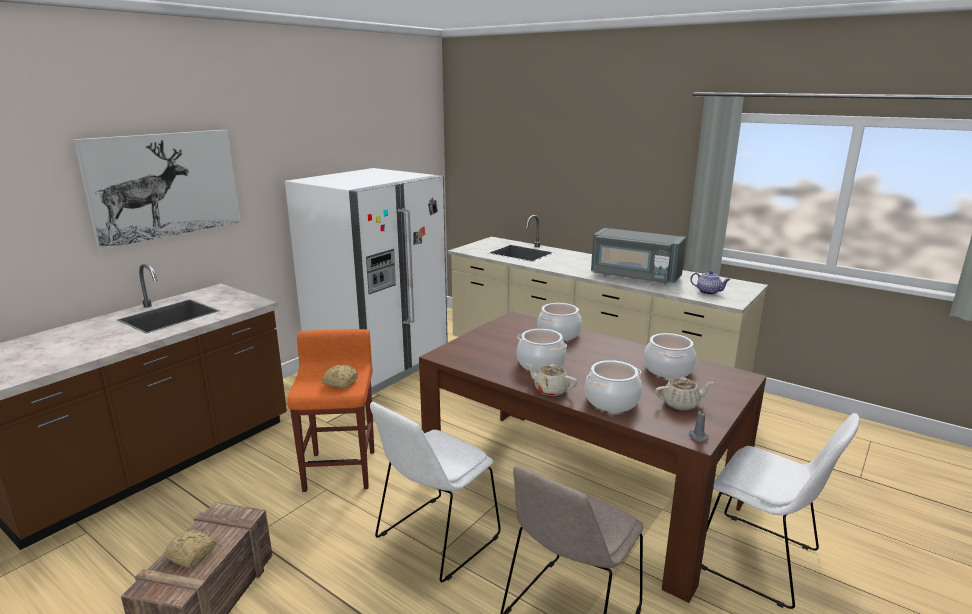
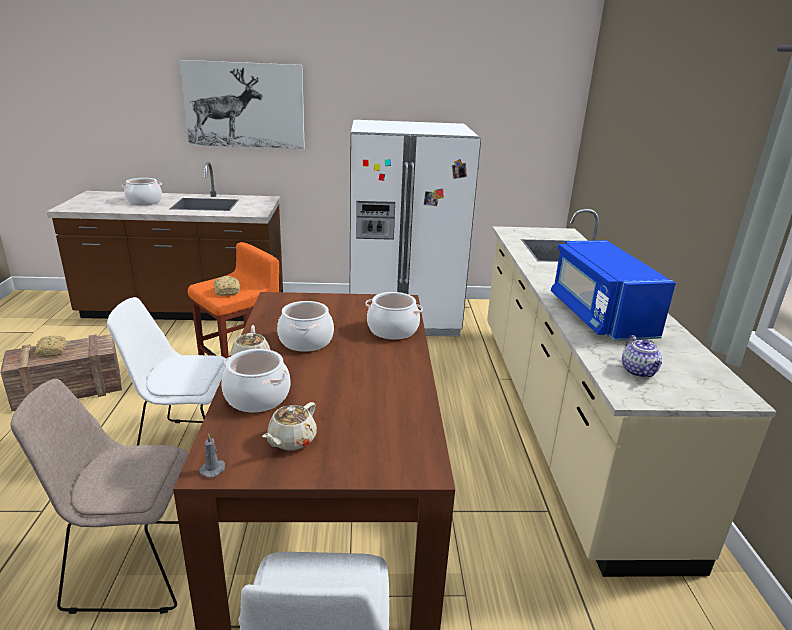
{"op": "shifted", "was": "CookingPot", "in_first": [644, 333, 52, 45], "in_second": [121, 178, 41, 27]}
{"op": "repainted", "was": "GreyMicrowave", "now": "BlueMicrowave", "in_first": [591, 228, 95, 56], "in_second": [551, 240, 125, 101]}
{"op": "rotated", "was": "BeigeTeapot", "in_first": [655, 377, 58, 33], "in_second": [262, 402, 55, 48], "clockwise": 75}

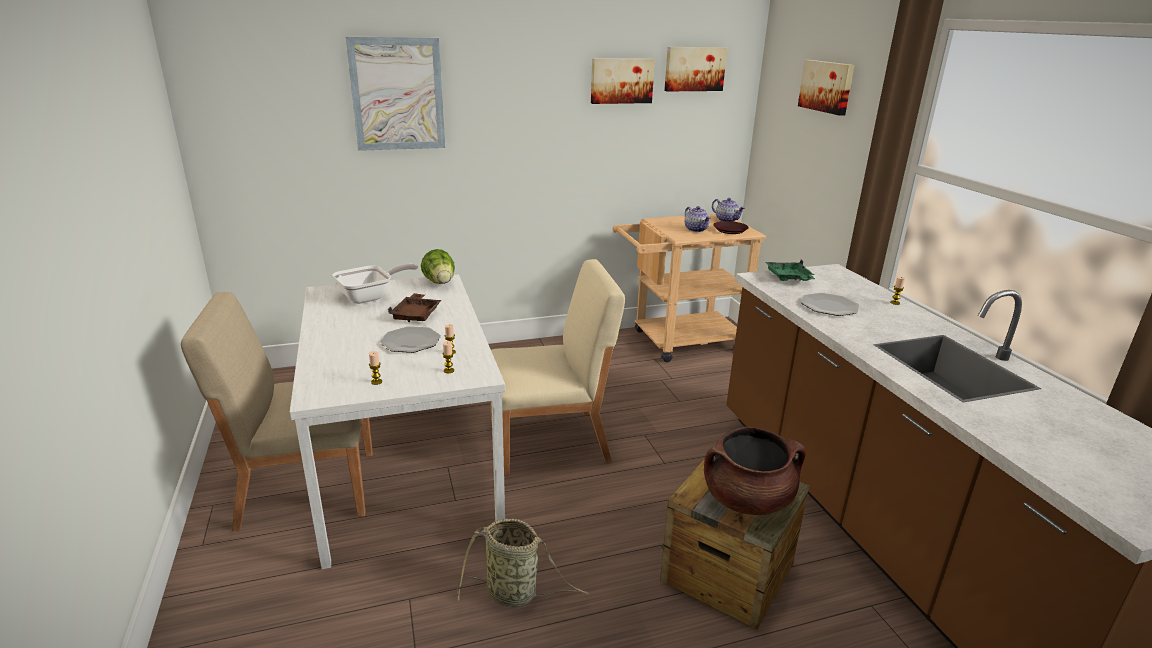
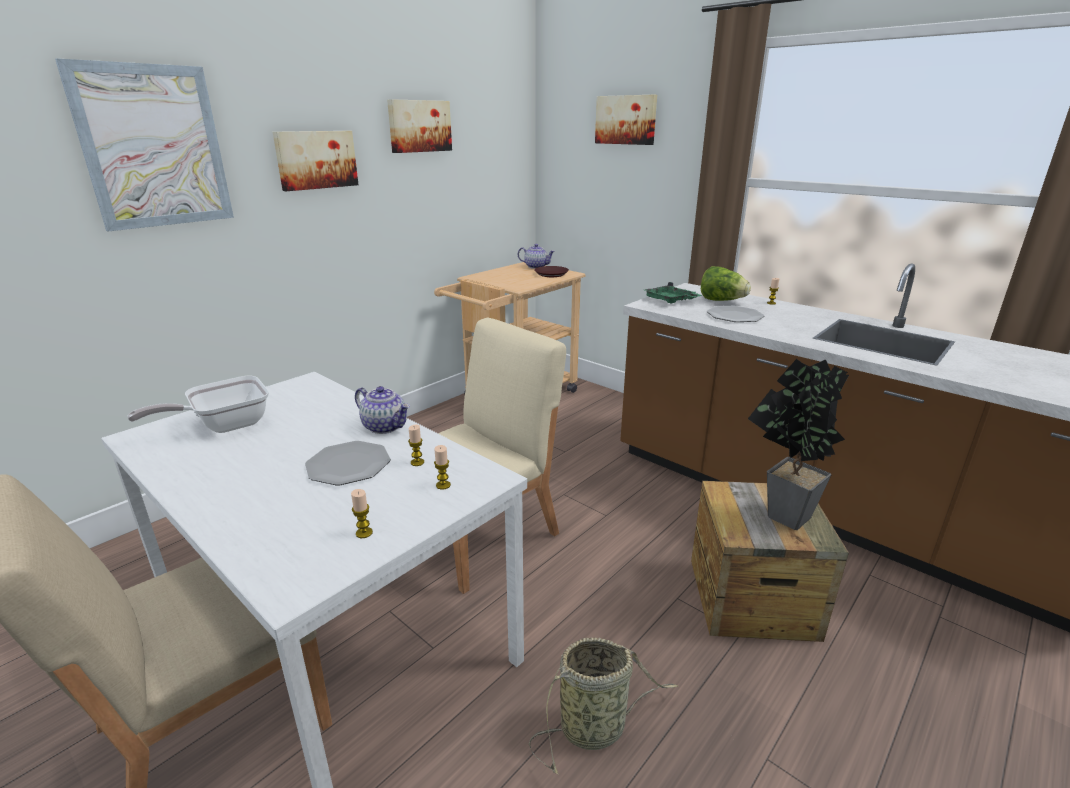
{"op": "gone", "was": "BrownTray", "in_first": [388, 293, 54, 29]}
{"op": "shifted", "was": "Lettuce", "in_first": [421, 249, 34, 35], "in_second": [701, 266, 50, 35]}
{"op": "shifted", "was": "Picture", "in_first": [664, 47, 63, 44], "in_second": [273, 131, 85, 60]}
{"op": "shifted", "was": "Teapot", "in_first": [685, 206, 26, 26], "in_second": [355, 386, 55, 48]}
{"op": "swapped", "was": "BrownCookingPot", "now": "PottedPlant", "in_first": [704, 427, 101, 88], "in_second": [748, 359, 101, 171]}
{"op": "rotated", "was": "FryingPan", "in_first": [333, 264, 85, 40], "in_second": [128, 376, 141, 57], "clockwise": -150}

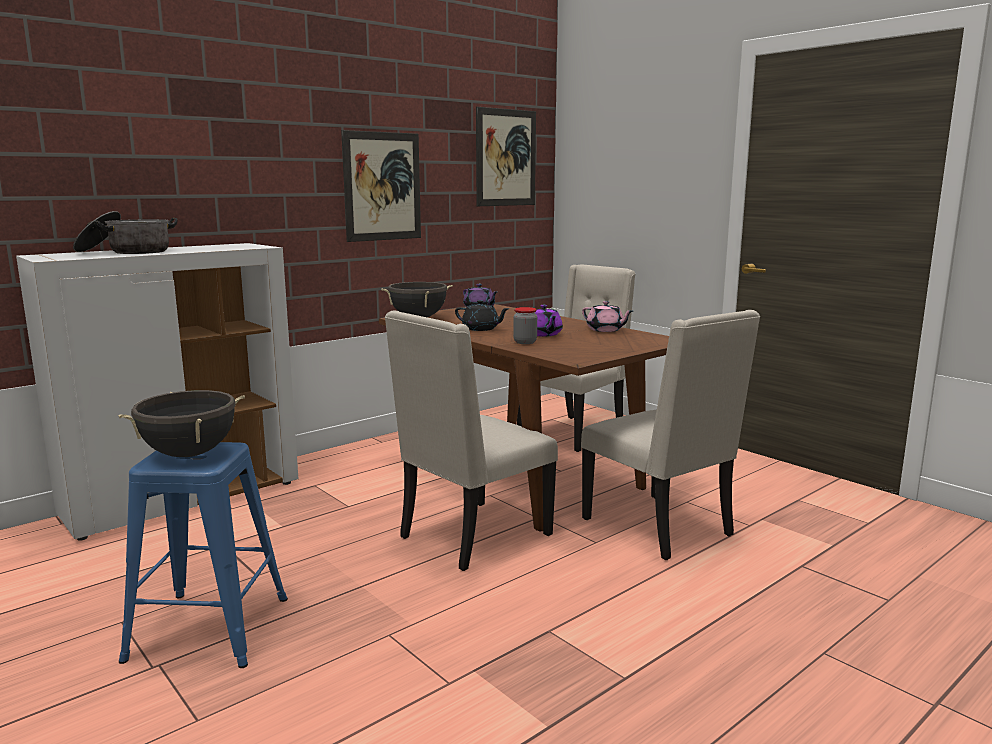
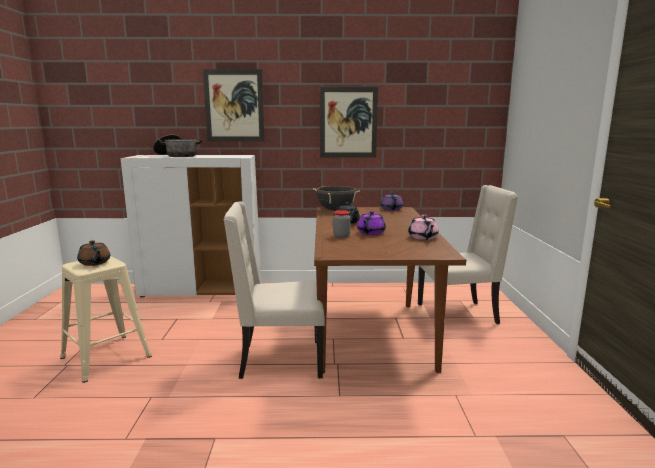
{"op": "gone", "was": "BeigeChair", "in_first": [581, 310, 179, 250]}
{"op": "shifted", "was": "Picture", "in_first": [476, 107, 60, 99], "in_second": [203, 69, 62, 73]}
{"op": "swapped", "was": "BlackCookingPot", "now": "BrownTeapot", "in_first": [118, 390, 127, 67], "in_second": [77, 240, 33, 26]}
{"op": "repainted", "was": "BlueStool", "now": "BeigeStool", "in_first": [119, 442, 169, 226], "in_second": [60, 256, 92, 127]}

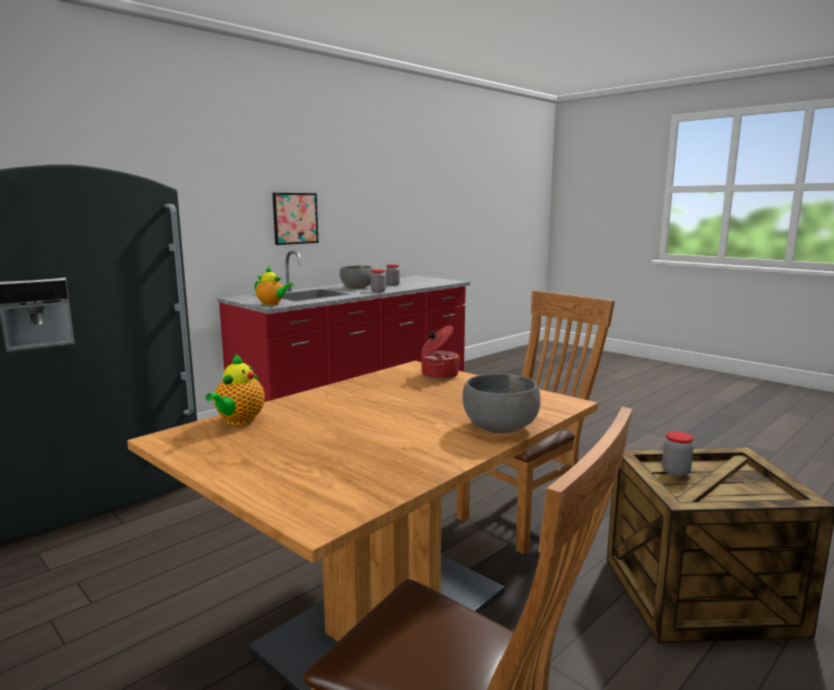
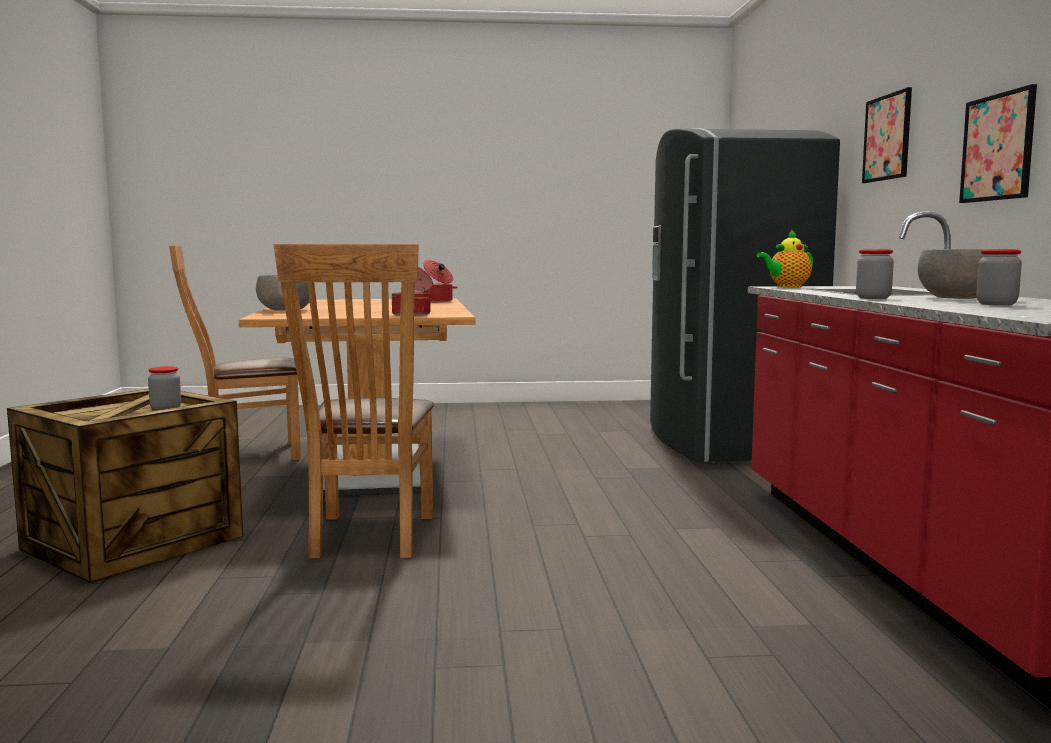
{"op": "new", "now": "Picture", "in_second": [862, 87, 50, 96]}
{"op": "swapped", "was": "Teapot", "now": "CookingPot", "in_first": [205, 353, 60, 72], "in_second": [423, 260, 35, 42]}

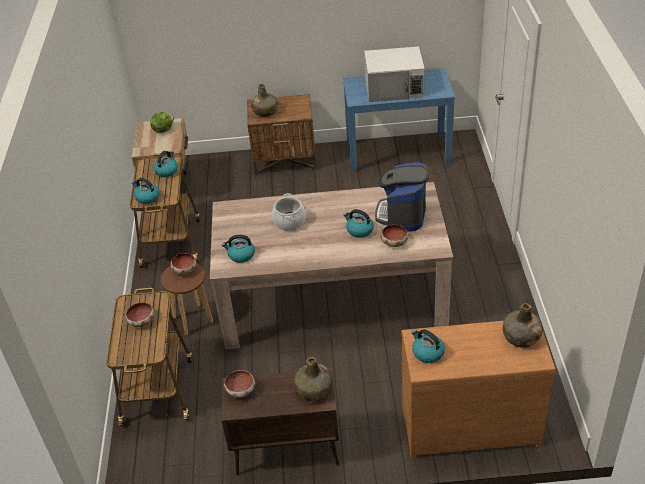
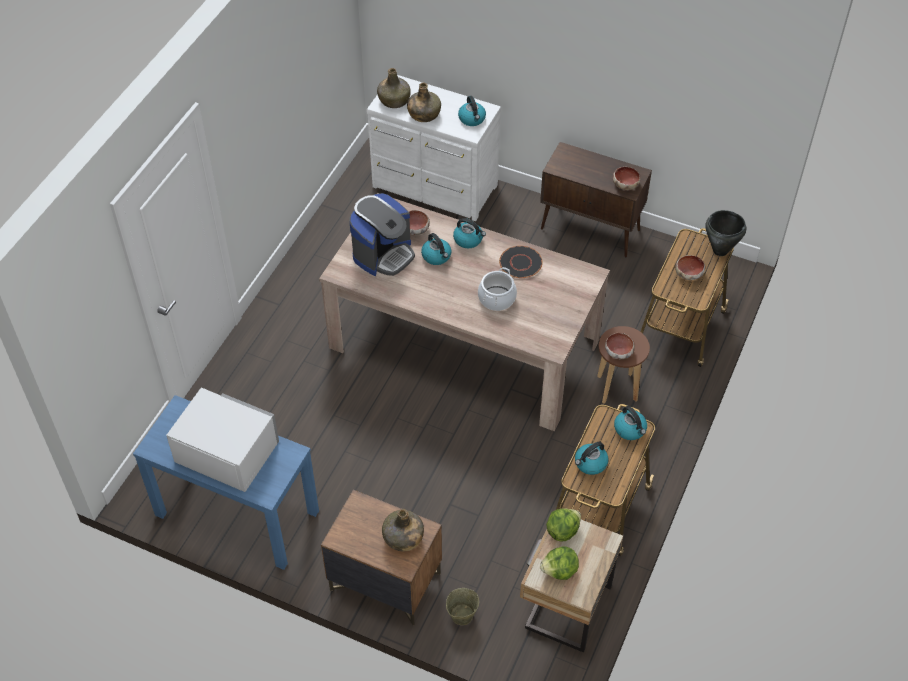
{"op": "new", "now": "BeigeBucket", "in_second": [446, 588, 33, 37]}
{"op": "new", "now": "BlackPlate", "in_second": [499, 246, 44, 32]}
{"op": "new", "now": "Lettuce", "in_second": [546, 509, 35, 32]}
{"op": "new", "now": "BlackCookingPot", "in_second": [705, 210, 41, 46]}
{"op": "shifted", "was": "Kettle", "in_first": [222, 235, 33, 28], "in_second": [453, 218, 33, 30]}
{"op": "shifted", "was": "GreenBottle", "in_first": [294, 357, 39, 44], "in_second": [407, 83, 34, 39]}
{"op": "repainted", "was": "BrownDresser", "now": "WhiteDresser", "in_first": [402, 321, 154, 138], "in_second": [367, 75, 134, 146]}

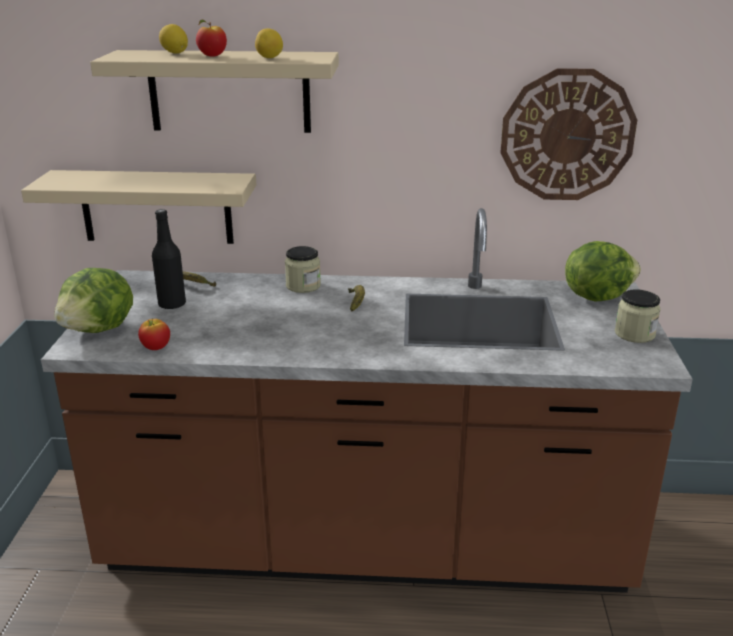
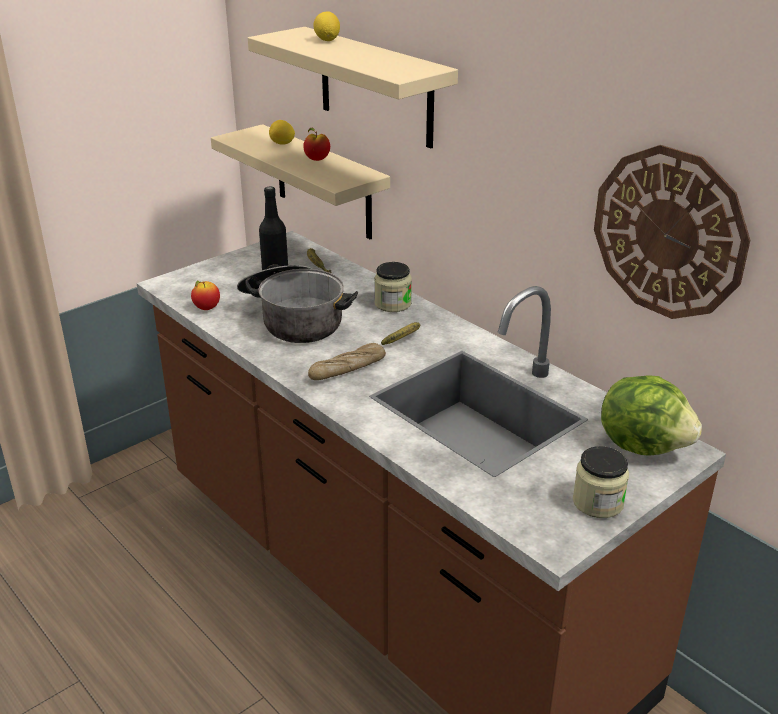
{"op": "gone", "was": "Lettuce", "in_first": [54, 268, 79, 65]}
{"op": "new", "now": "CookingPot", "in_second": [237, 264, 121, 79]}
{"op": "new", "now": "Bread", "in_second": [308, 343, 78, 37]}
{"op": "shifted", "was": "Apple", "in_first": [196, 20, 31, 37], "in_second": [303, 128, 27, 33]}
{"op": "shifted", "was": "Lemon", "in_first": [255, 28, 28, 30], "in_second": [269, 120, 26, 24]}

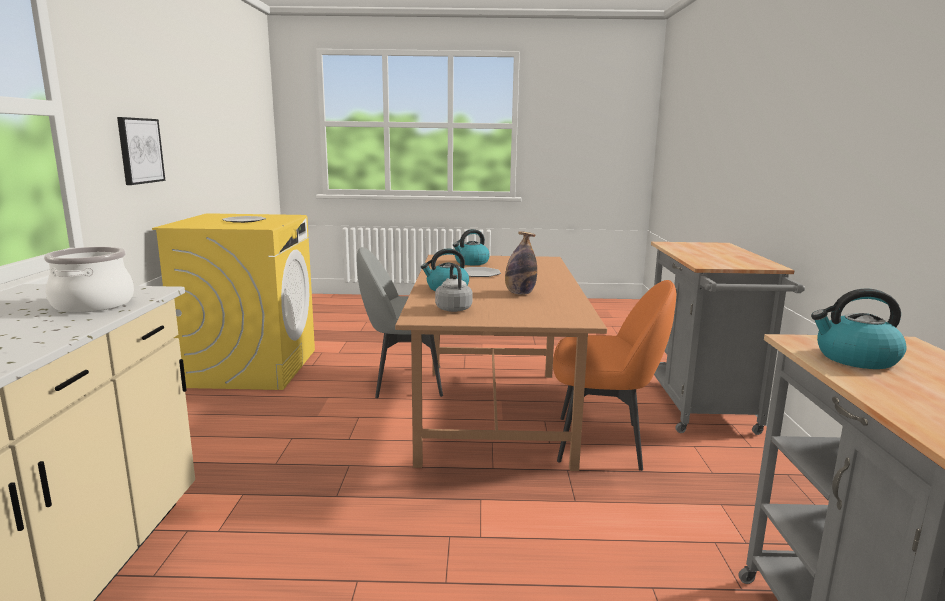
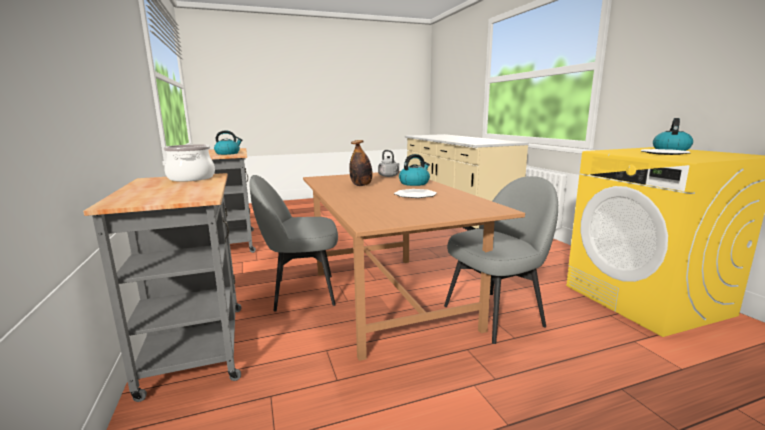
{"op": "gone", "was": "Picture", "in_first": [117, 117, 48, 68]}
{"op": "shifted", "was": "CookingPot", "in_first": [44, 246, 90, 67], "in_second": [163, 144, 52, 38]}
{"op": "shifted", "was": "Kettle", "in_first": [453, 229, 37, 36], "in_second": [653, 118, 40, 33]}
{"op": "repainted", "was": "OrangeChair", "now": "GreyChair", "in_first": [553, 280, 123, 191], "in_second": [249, 175, 89, 137]}

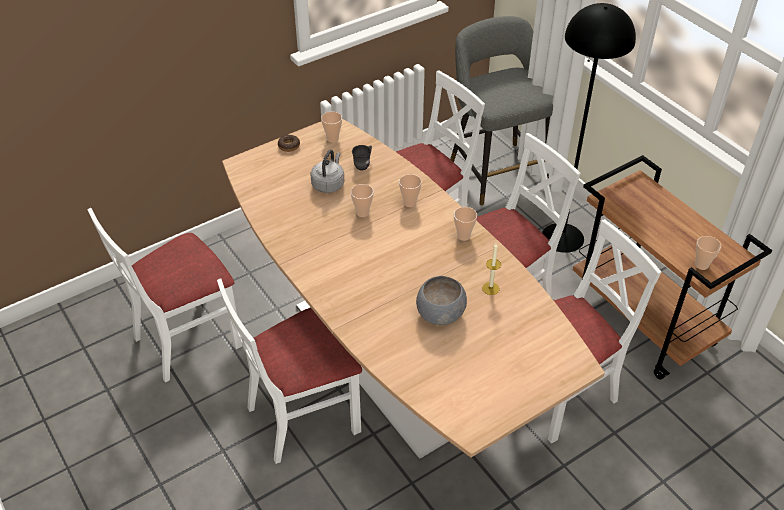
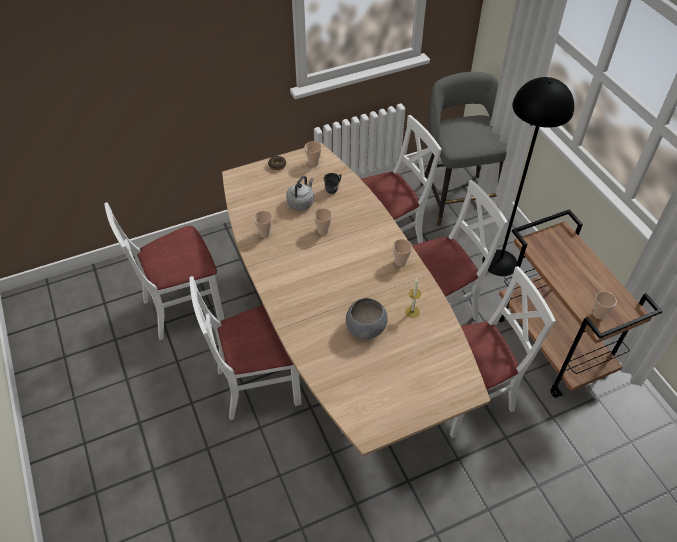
{"op": "shifted", "was": "Cup", "in_first": [399, 174, 23, 33], "in_second": [253, 211, 19, 27]}

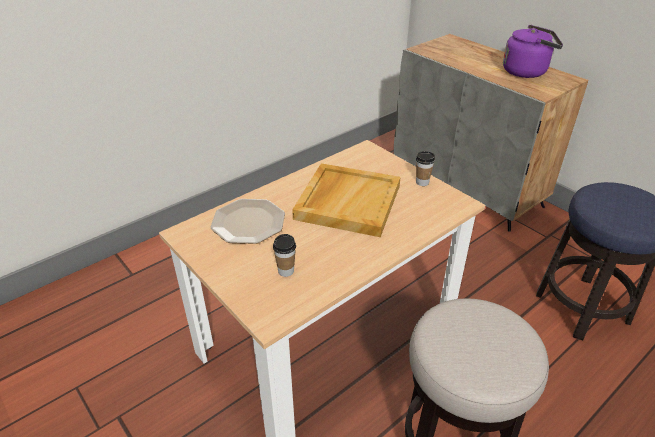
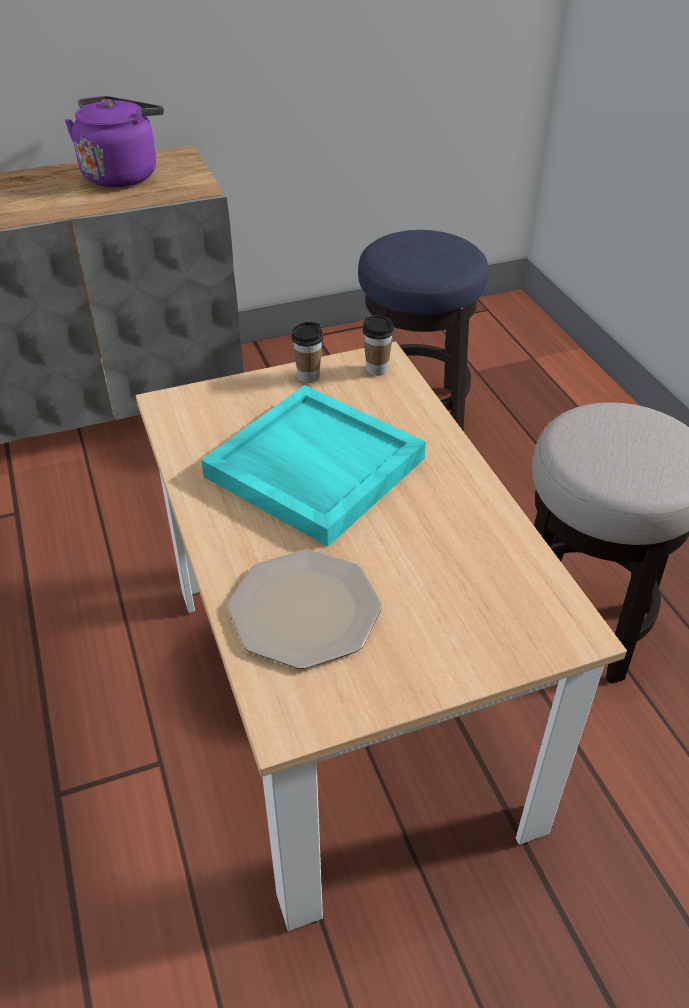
{"op": "shifted", "was": "Cup", "in_first": [273, 234, 23, 43], "in_second": [362, 315, 32, 61]}
{"op": "repainted", "was": "BeigeTray", "now": "TurquoiseTray", "in_first": [292, 163, 108, 74], "in_second": [201, 385, 225, 162]}

